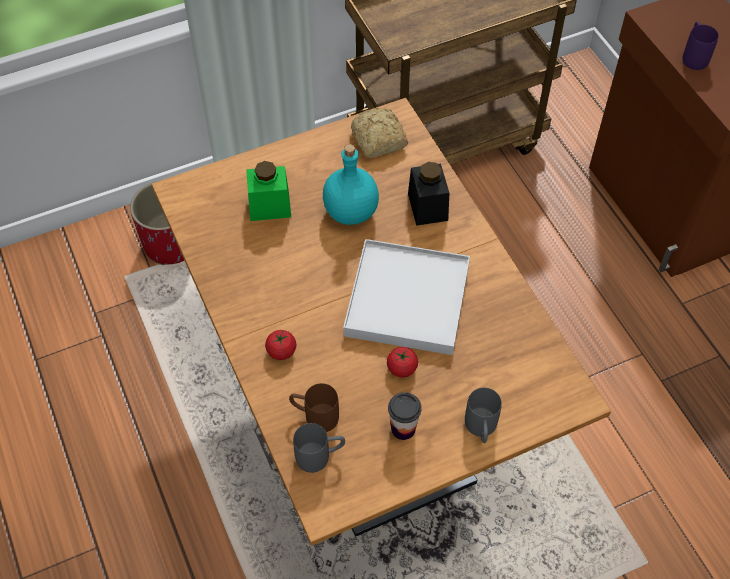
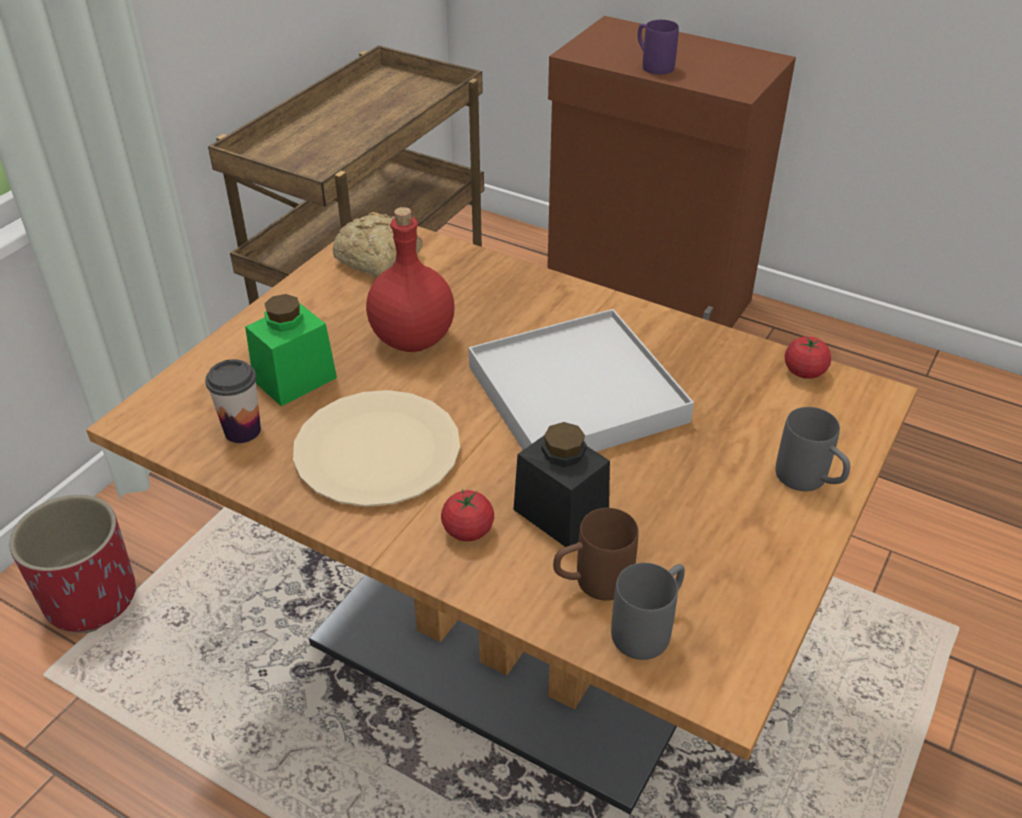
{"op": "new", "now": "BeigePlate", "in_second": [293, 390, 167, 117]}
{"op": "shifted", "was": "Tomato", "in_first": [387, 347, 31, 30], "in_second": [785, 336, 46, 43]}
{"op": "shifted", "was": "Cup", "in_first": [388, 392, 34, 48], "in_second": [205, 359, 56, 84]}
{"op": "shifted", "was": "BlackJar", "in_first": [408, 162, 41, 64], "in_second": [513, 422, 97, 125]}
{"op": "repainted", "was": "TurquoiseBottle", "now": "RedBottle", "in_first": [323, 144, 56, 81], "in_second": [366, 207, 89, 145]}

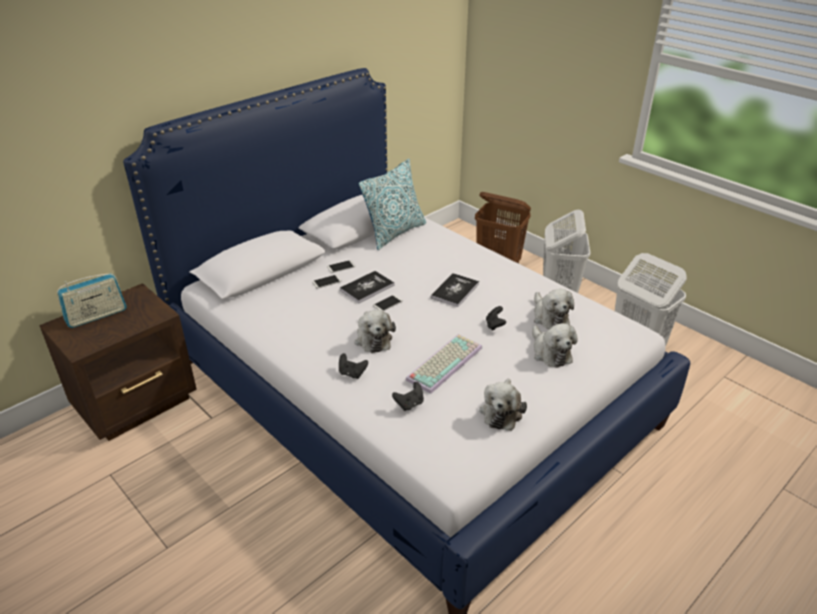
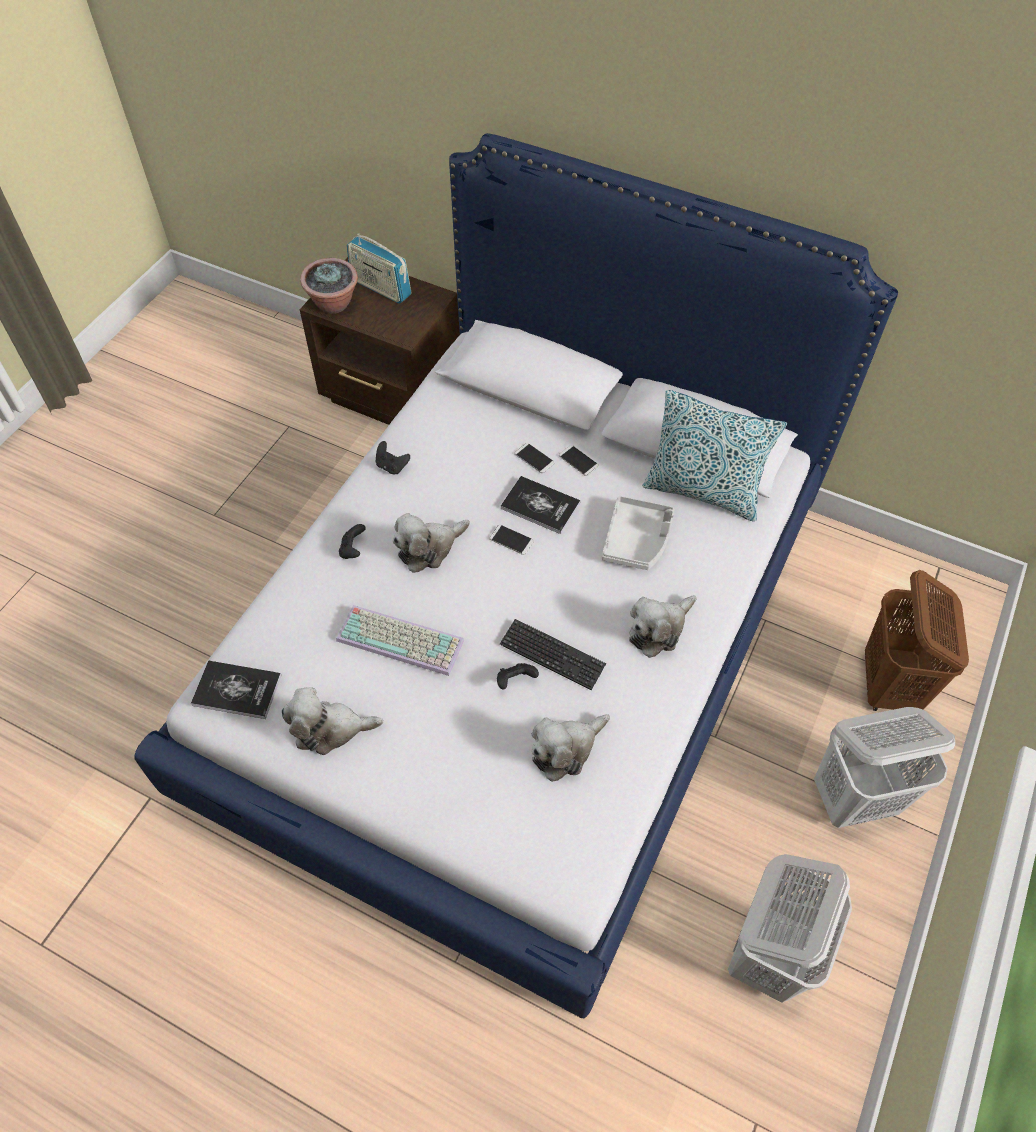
{"op": "new", "now": "PottedPlant", "in_second": [300, 258, 58, 56]}
{"op": "new", "now": "Keyboard", "in_second": [500, 619, 106, 71]}
{"op": "new", "now": "GreyTray", "in_second": [602, 496, 73, 74]}
{"op": "shifted", "was": "BlackGameController", "in_first": [392, 382, 32, 29], "in_second": [376, 441, 34, 33]}
{"op": "shifted", "was": "Book", "in_first": [431, 273, 48, 34], "in_second": [191, 660, 90, 59]}
{"op": "shifted", "was": "PlushToy", "in_first": [532, 323, 46, 45], "in_second": [629, 595, 68, 63]}

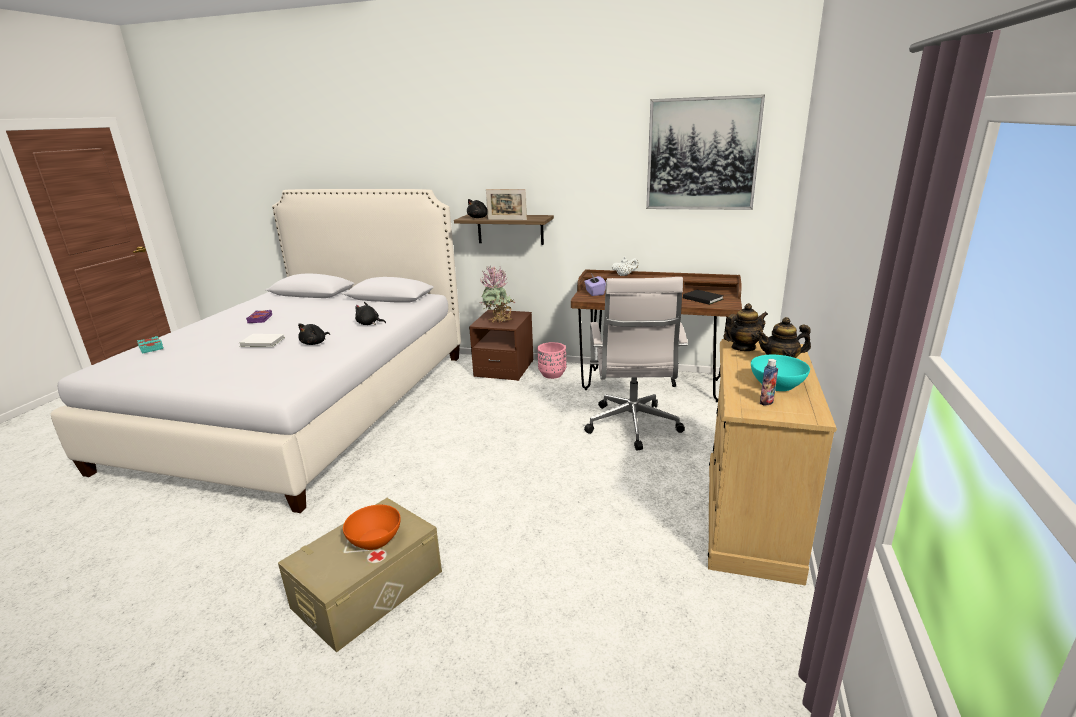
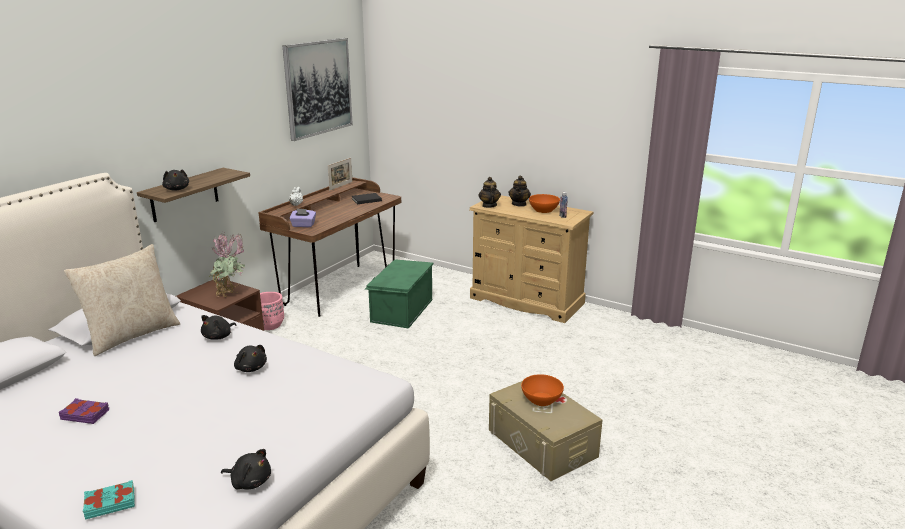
{"op": "gone", "was": "WhiteBook", "in_first": [239, 334, 46, 13]}
{"op": "new", "now": "BeigePillow", "in_second": [64, 244, 117, 112]}
{"op": "new", "now": "BlackPlushToy", "in_second": [221, 449, 50, 40]}
{"op": "shifted", "was": "PictureFrame", "in_first": [486, 189, 41, 31], "in_second": [328, 158, 24, 33]}
{"op": "swapped", "was": "WhiteOfficeChair", "now": "GreenStorageBox", "in_first": [584, 277, 104, 173], "in_second": [365, 259, 68, 70]}
{"op": "repainted", "was": "TurquoiseBowl", "now": "OrangeBowl", "in_first": [751, 355, 59, 36], "in_second": [529, 194, 31, 19]}

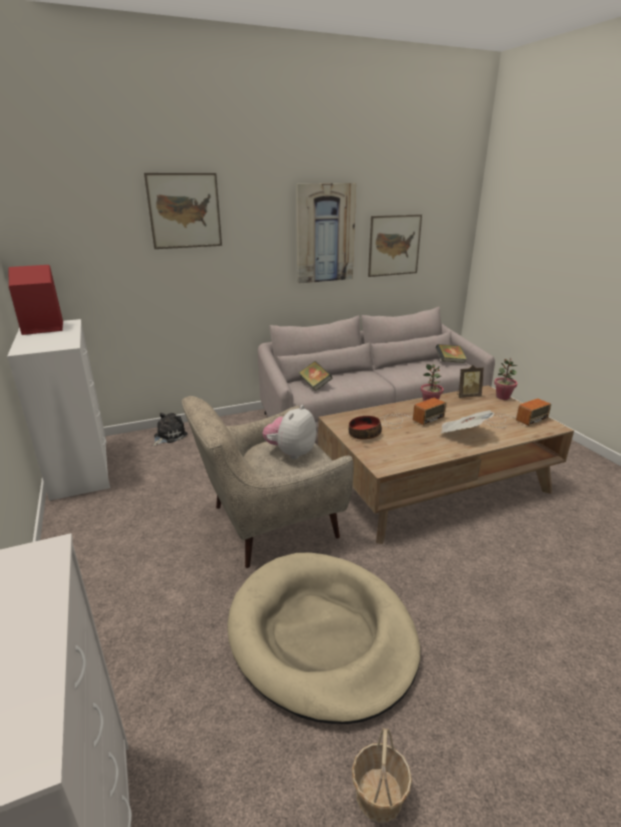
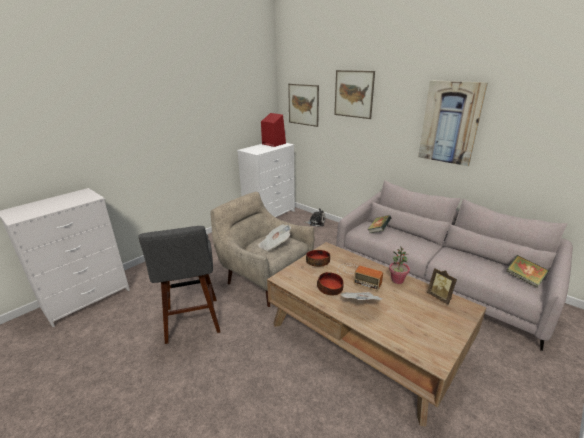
{"op": "gone", "was": "Basket", "in_first": [352, 728, 60, 95]}
{"op": "gone", "was": "Radio", "in_first": [483, 398, 68, 30]}
{"op": "gone", "was": "PottedPlant", "in_first": [494, 358, 23, 42]}
{"op": "new", "now": "Bowl", "in_second": [317, 272, 27, 23]}
{"op": "shifted", "was": "Picture", "in_first": [368, 214, 54, 63], "in_second": [288, 84, 31, 43]}
{"op": "swapped", "was": "BeigeDogBed", "now": "GreyStool", "in_first": [227, 553, 193, 171], "in_second": [138, 226, 83, 118]}
{"op": "swapped", "was": "PlushToy", "now": "Newspaper", "in_first": [263, 405, 53, 54], "in_second": [258, 224, 33, 28]}

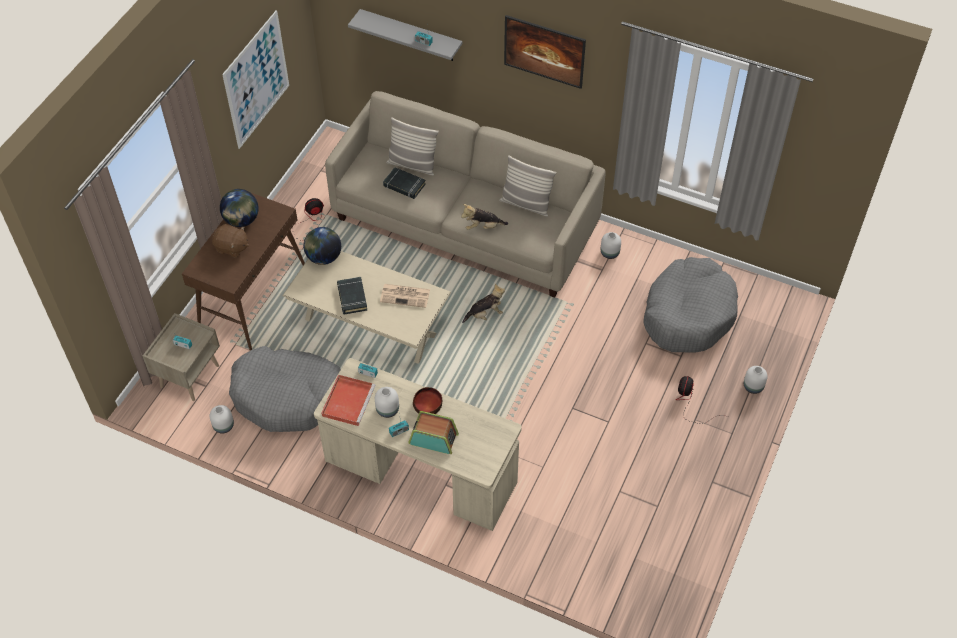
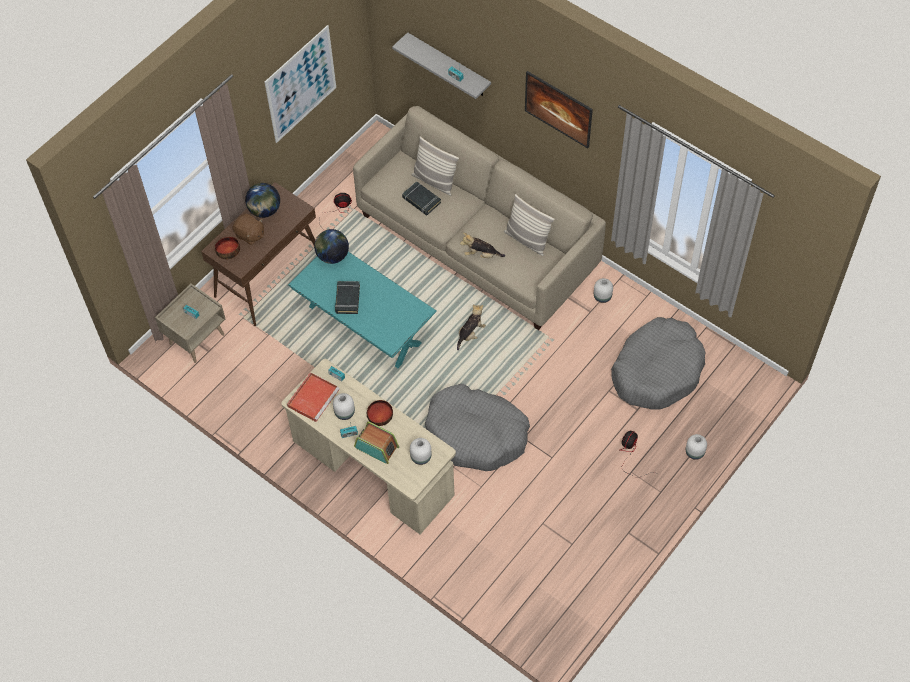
{"op": "gone", "was": "Newspaper", "in_first": [380, 284, 50, 24]}
{"op": "new", "now": "Bowl", "in_second": [215, 237, 25, 22]}
{"op": "shifted", "was": "WhiteVase", "in_first": [210, 405, 24, 29], "in_second": [410, 438, 22, 27]}
{"op": "shifted", "was": "GreyDogBed", "in_first": [229, 346, 112, 86], "in_second": [425, 384, 105, 87]}
{"op": "repainted", "was": "BeigeCoffeeTable", "now": "TurquoiseCoffeeTable", "in_first": [283, 251, 168, 113], "in_second": [288, 252, 149, 116]}
{"op": "rotated", "was": "PlushToy", "in_first": [462, 284, 43, 39], "in_second": [457, 305, 29, 45], "clockwise": -45}

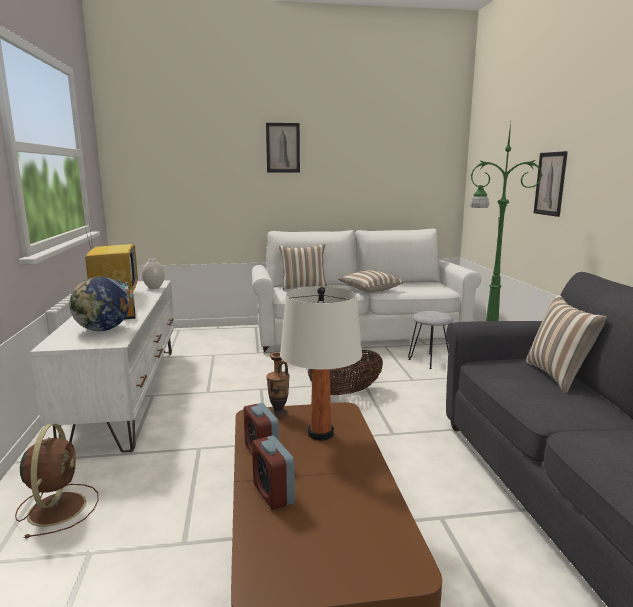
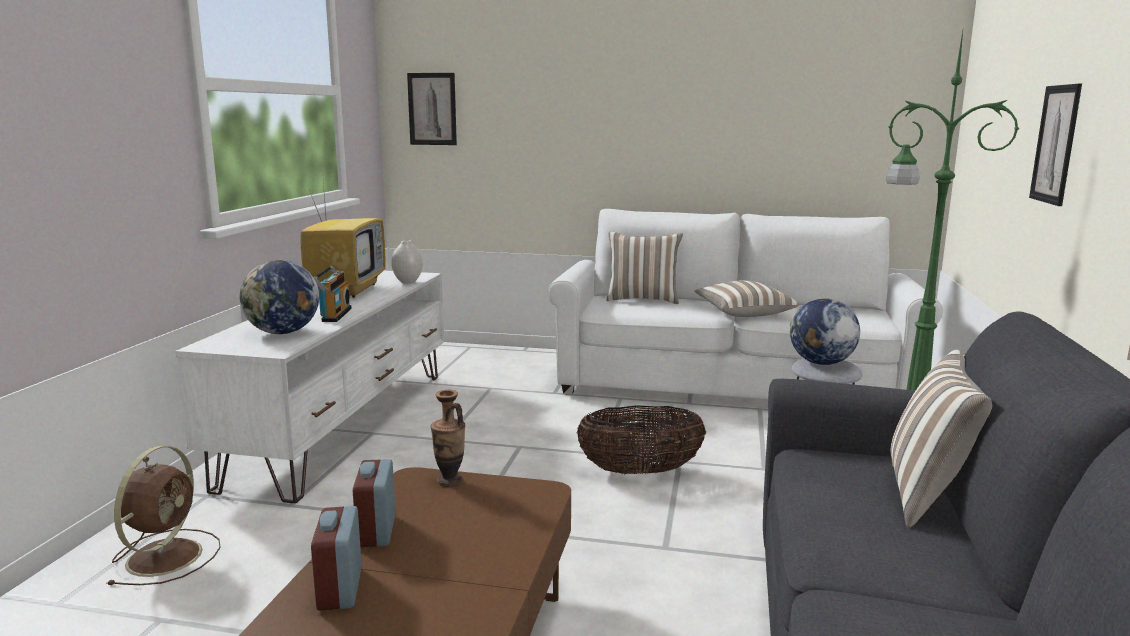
{"op": "gone", "was": "WhiteTableLamp", "in_first": [280, 286, 82, 154]}
{"op": "new", "now": "Globe", "in_second": [790, 298, 70, 67]}
{"op": "shifted", "was": "Picture", "in_first": [266, 123, 34, 49], "in_second": [407, 73, 50, 72]}

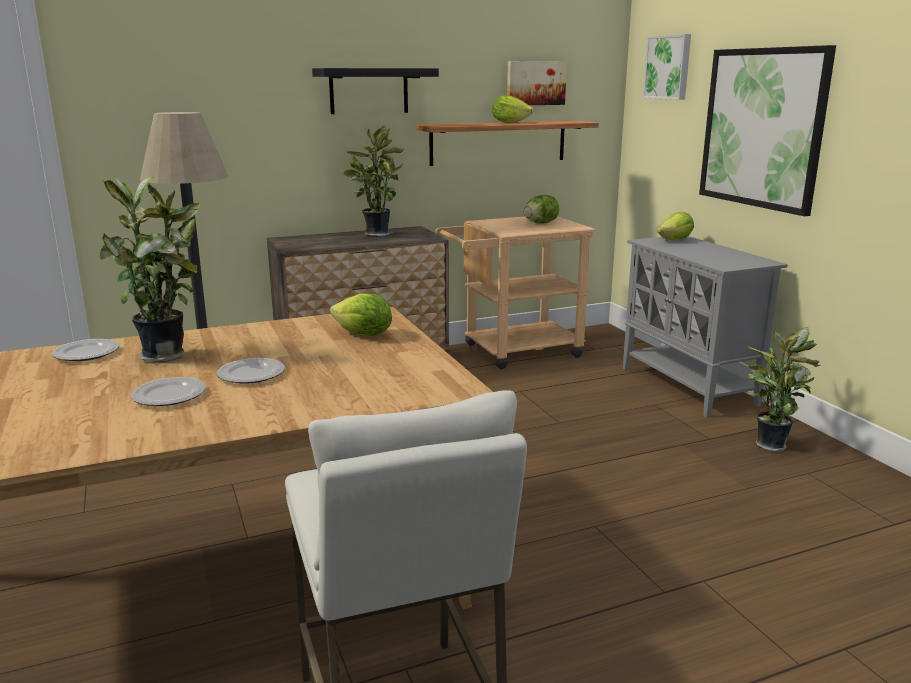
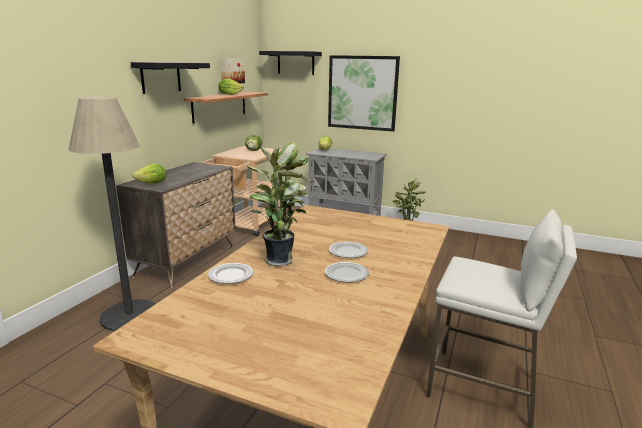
{"op": "gone", "was": "PottedPlant", "in_first": [344, 126, 60, 111]}
{"op": "shifted", "was": "Lettuce", "in_first": [330, 293, 62, 43], "in_second": [132, 164, 35, 20]}
{"op": "swapped", "was": "Picture", "now": "BlackShelf", "in_first": [643, 34, 48, 66], "in_second": [259, 51, 63, 24]}

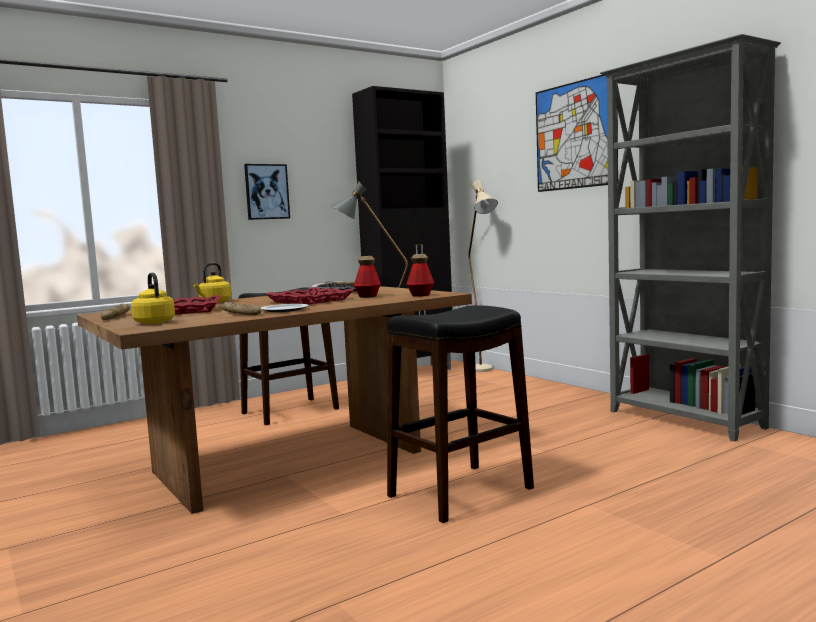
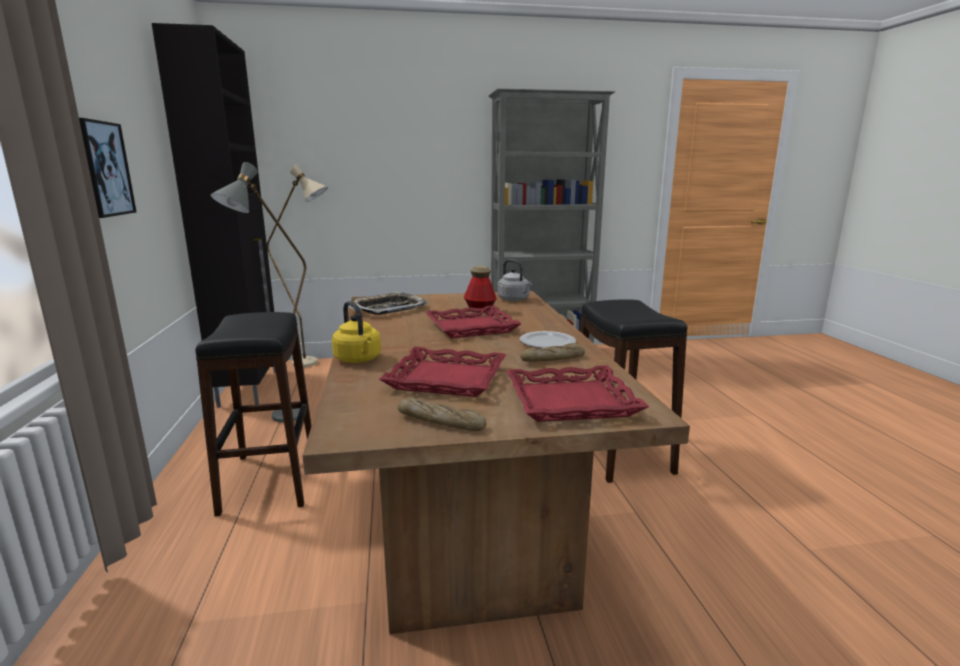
{"op": "gone", "was": "Picture", "in_first": [536, 75, 82, 117]}
{"op": "swapped", "was": "YellowKettle", "now": "RedTray", "in_first": [131, 273, 44, 51], "in_second": [506, 365, 143, 57]}
{"op": "swapped", "was": "Bottle", "now": "GreyKettle", "in_first": [406, 254, 28, 43], "in_second": [497, 259, 35, 42]}

